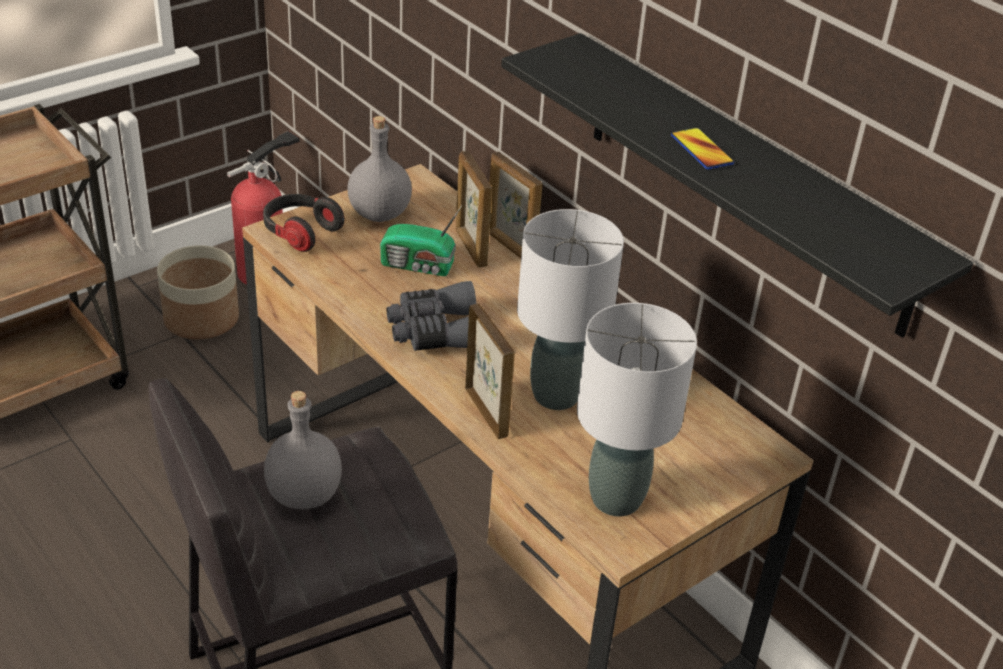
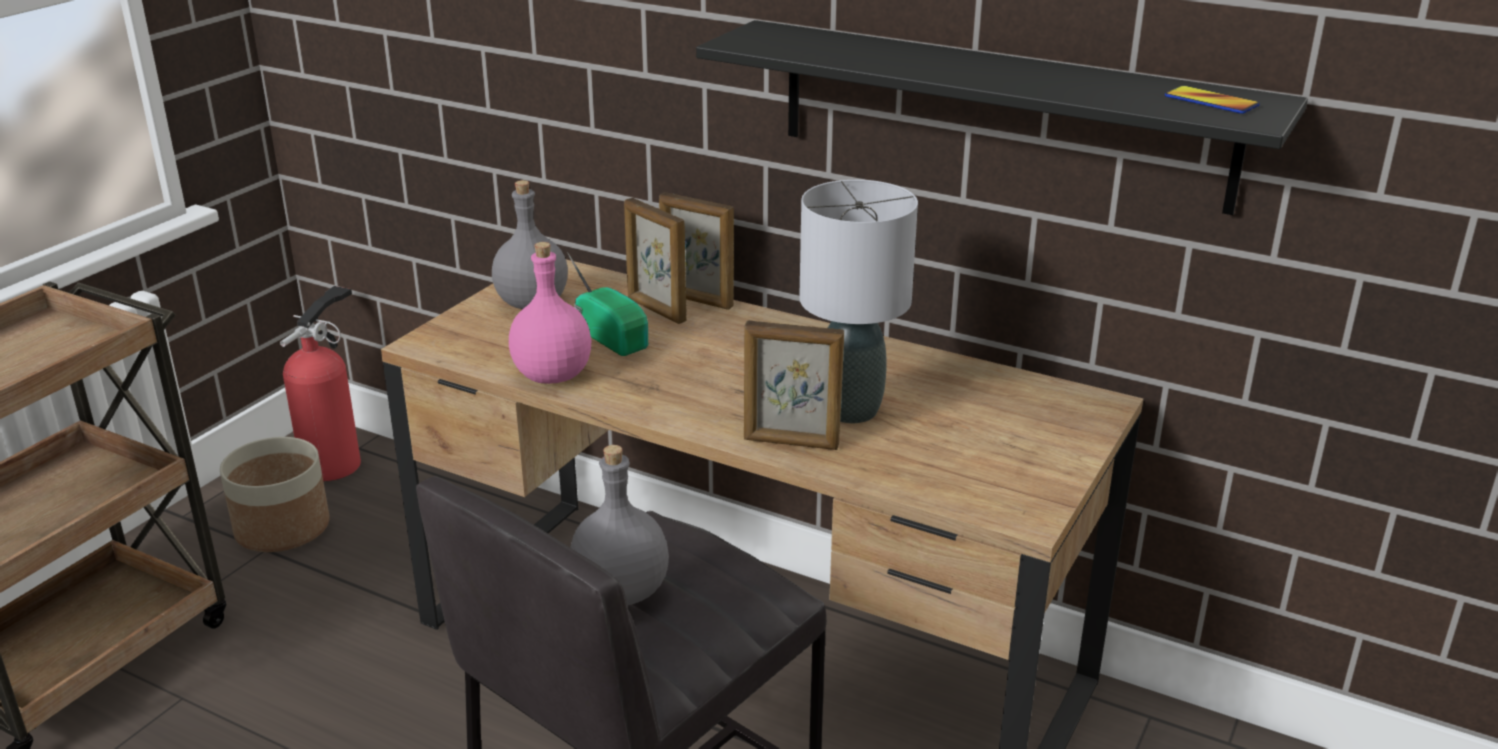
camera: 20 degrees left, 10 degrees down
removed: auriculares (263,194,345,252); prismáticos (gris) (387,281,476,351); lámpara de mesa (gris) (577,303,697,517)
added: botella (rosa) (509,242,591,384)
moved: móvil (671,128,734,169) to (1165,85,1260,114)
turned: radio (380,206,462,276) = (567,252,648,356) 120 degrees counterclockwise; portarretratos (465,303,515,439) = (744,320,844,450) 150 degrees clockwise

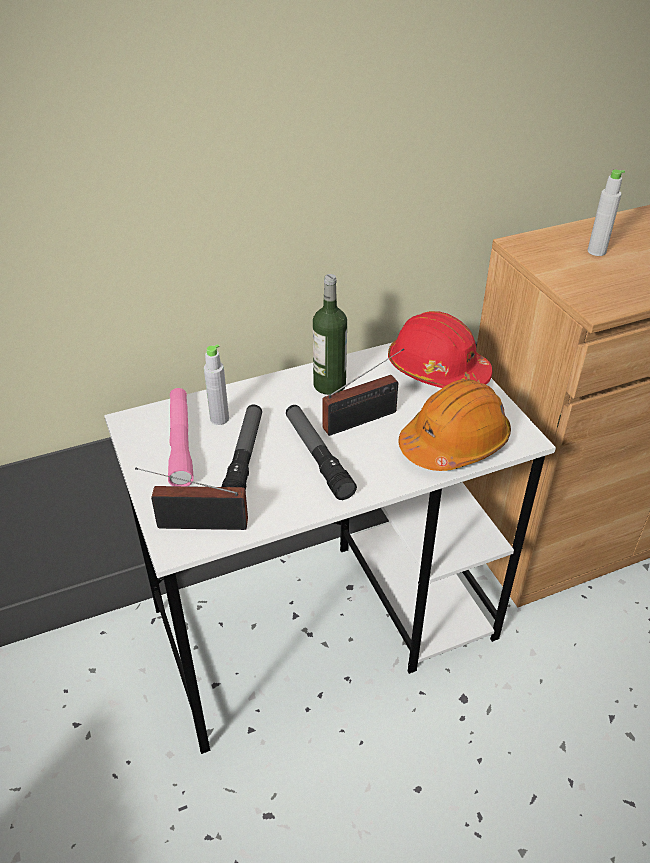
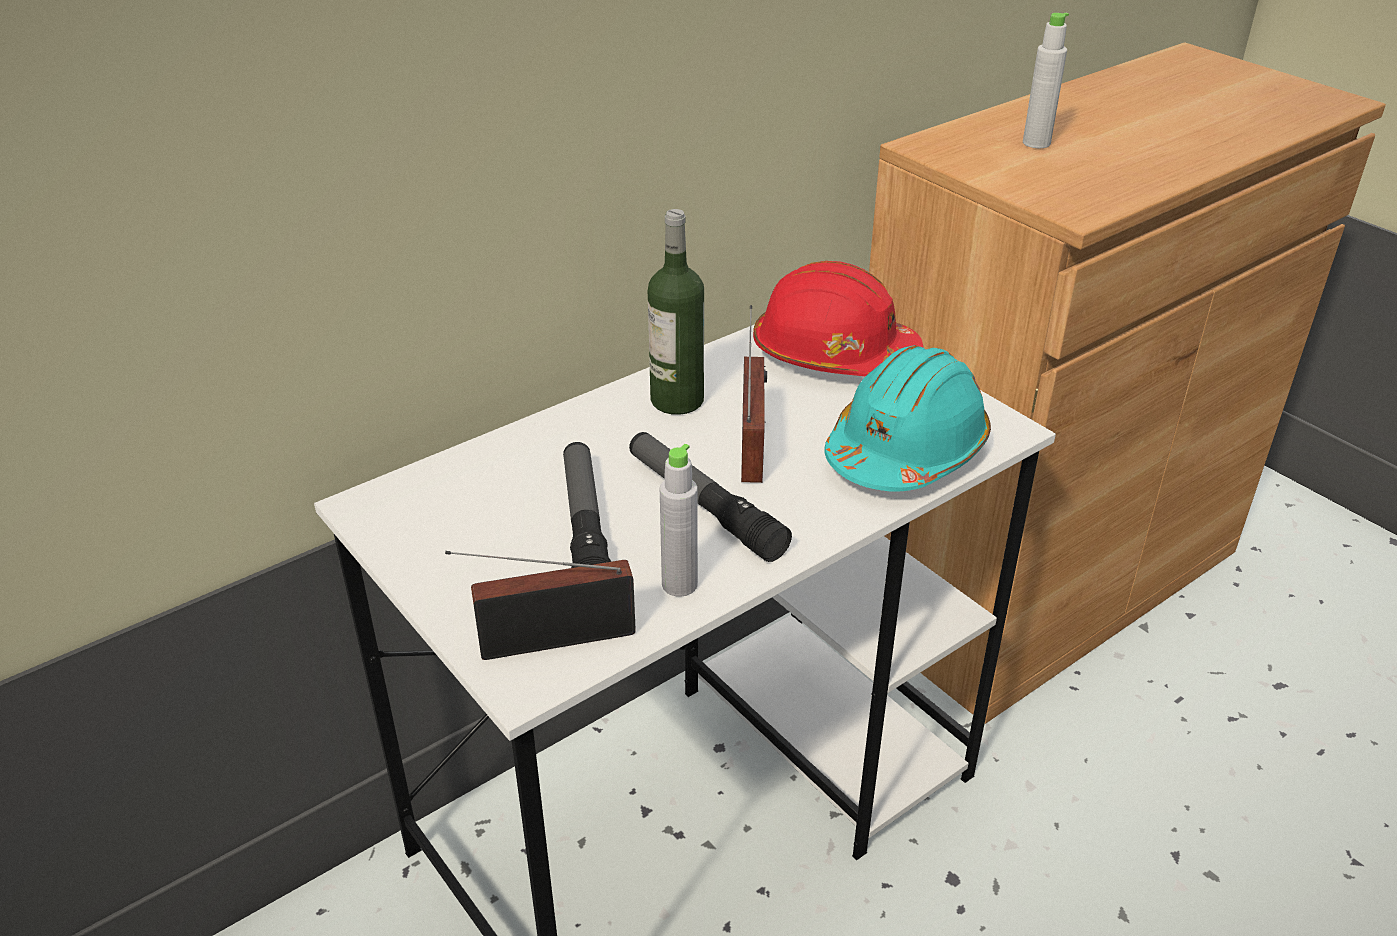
camera: 15 degrees left, 5 degrees down
removed: linterna (rosa) (168,388,194,486)
moved: botella (gris) (204,344,229,425) to (660,444,698,597)
recoloured: casco (naranja) (399,379,511,471) to casco (turquesa) (824,345,991,492)
turned: radio (322,349,404,436) = (741,305,767,483) 45 degrees counterclockwise

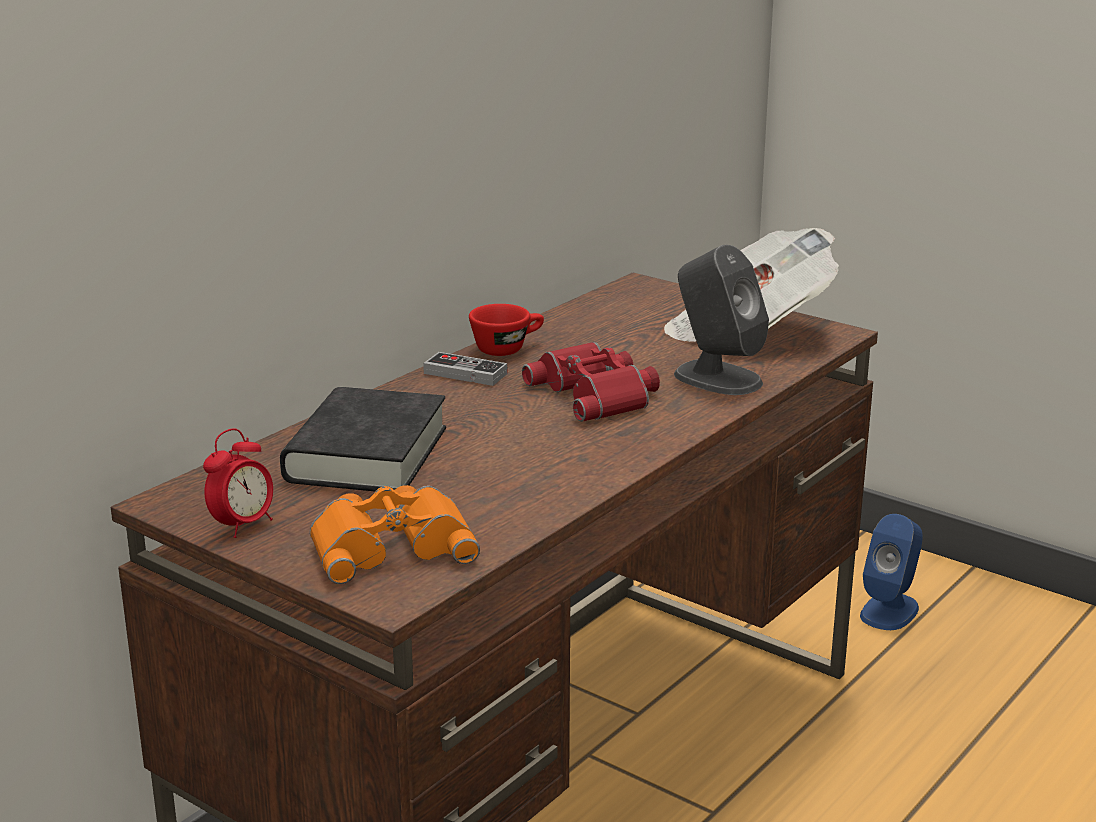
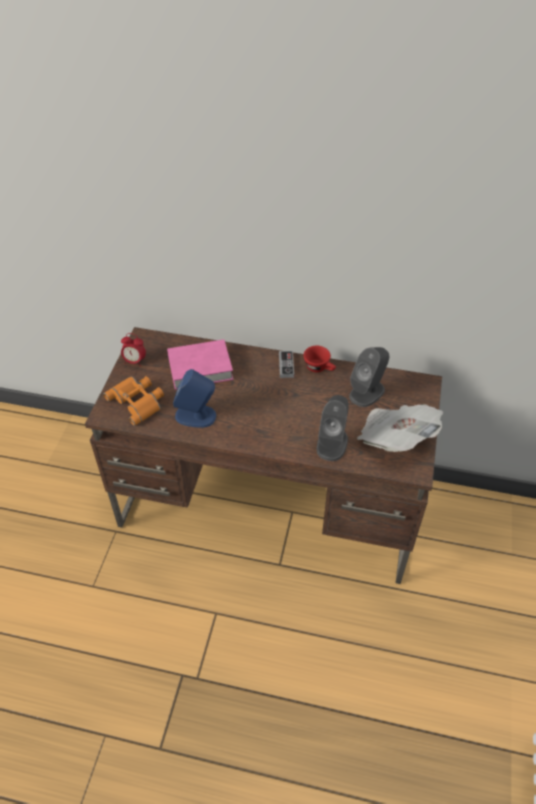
camera: 65 degrees right, 25 degrees up
removed: prismáticos (rojo) (522,342,660,422)
added: altavoz (gris) (349,347,389,407)
moved: altavoz (azul) (860,514,923,630) to (173,369,216,428)
recoloured: libro (negro) (280,387,446,491) to libro (rosa) (167,339,233,390)

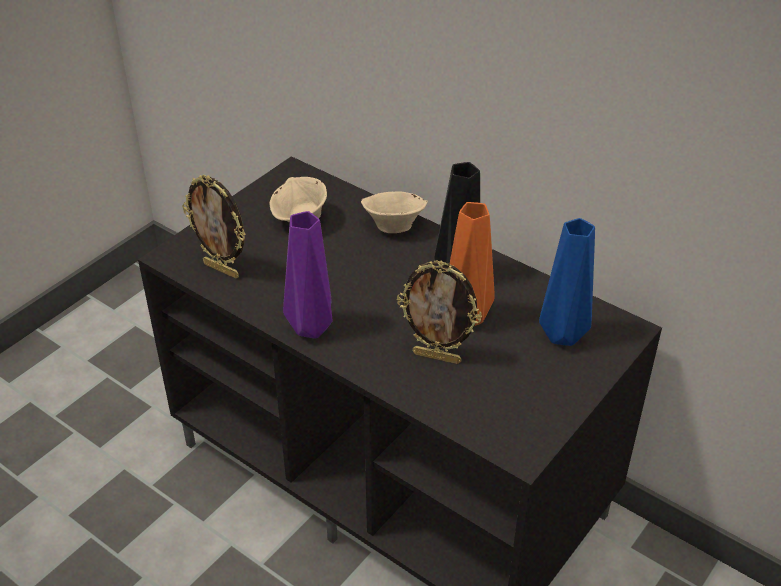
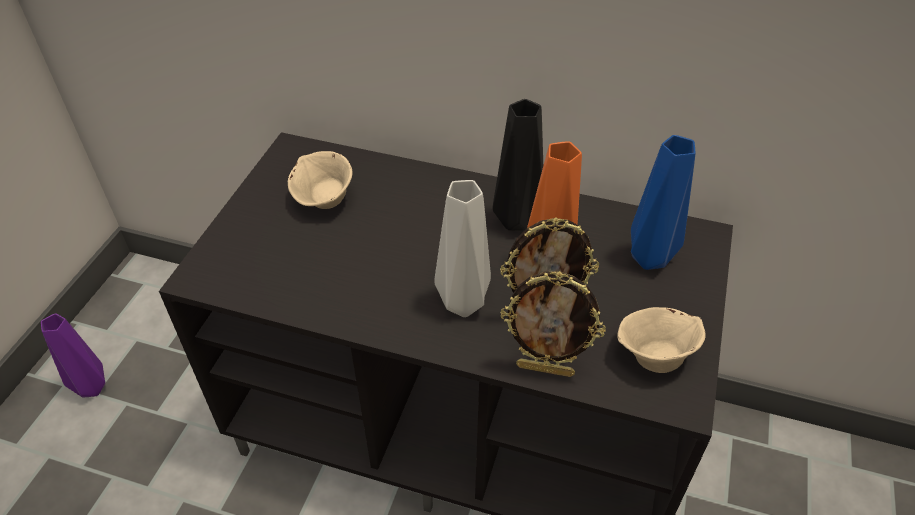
camera: 20 degrees left, 5 degrees up
added: florero (gris) (434,180,491,317)
moved: portarretratos (182,175,246,279) to (501,271,606,377); cuenco (beis) (361,192,428,233) to (617,307,705,373); florero (morado) (283,211,332,339) to (41,313,105,398)

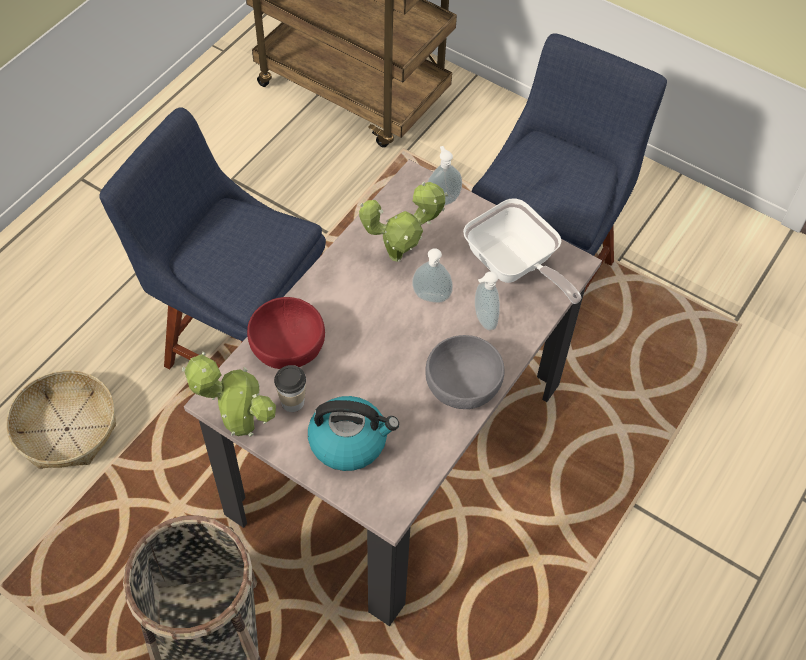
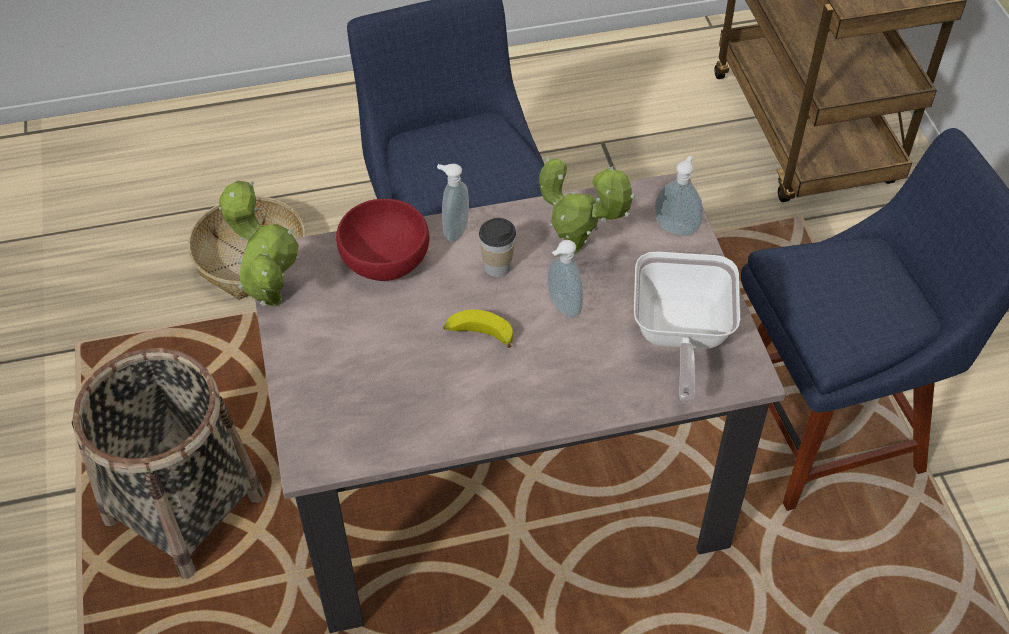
camera: 45 degrees right, 5 degrees down
removed: cuenco (gris) (425,335,504,409); hervidor (308,396,399,471)
added: plátano (443,309,513,348)
moved: dispensador de jabón (475,271,500,330) to (437,164,469,242); taza (274,365,306,412) to (479,218,516,277)

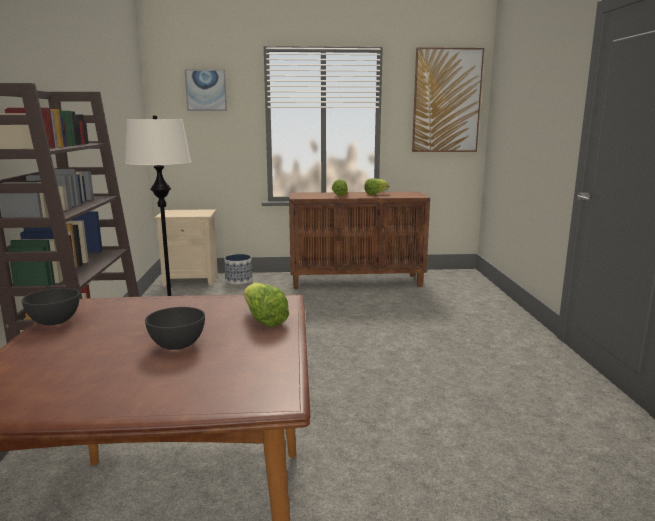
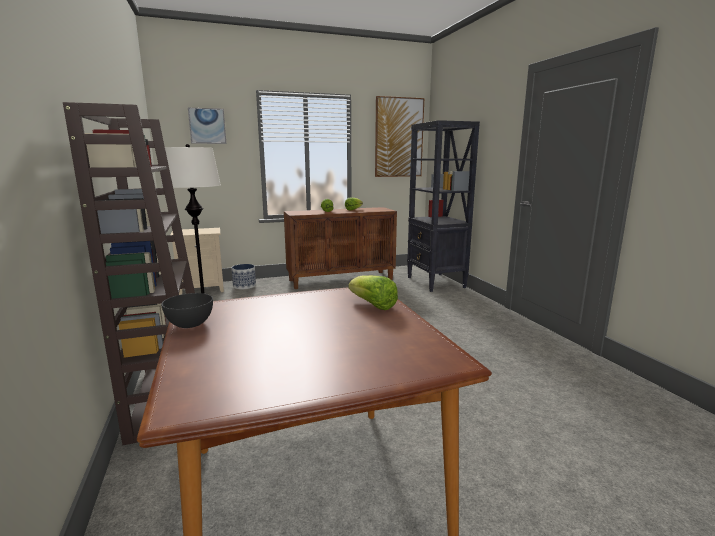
camera: 15 degrees left, 0 degrees up
removed: cuenco (gris) (145,307,205,350)
added: estantería (negro) (407,120,480,292)

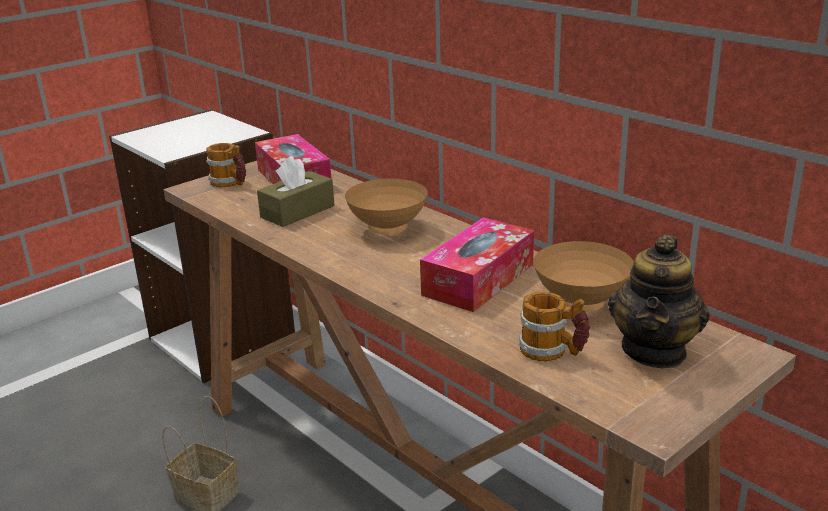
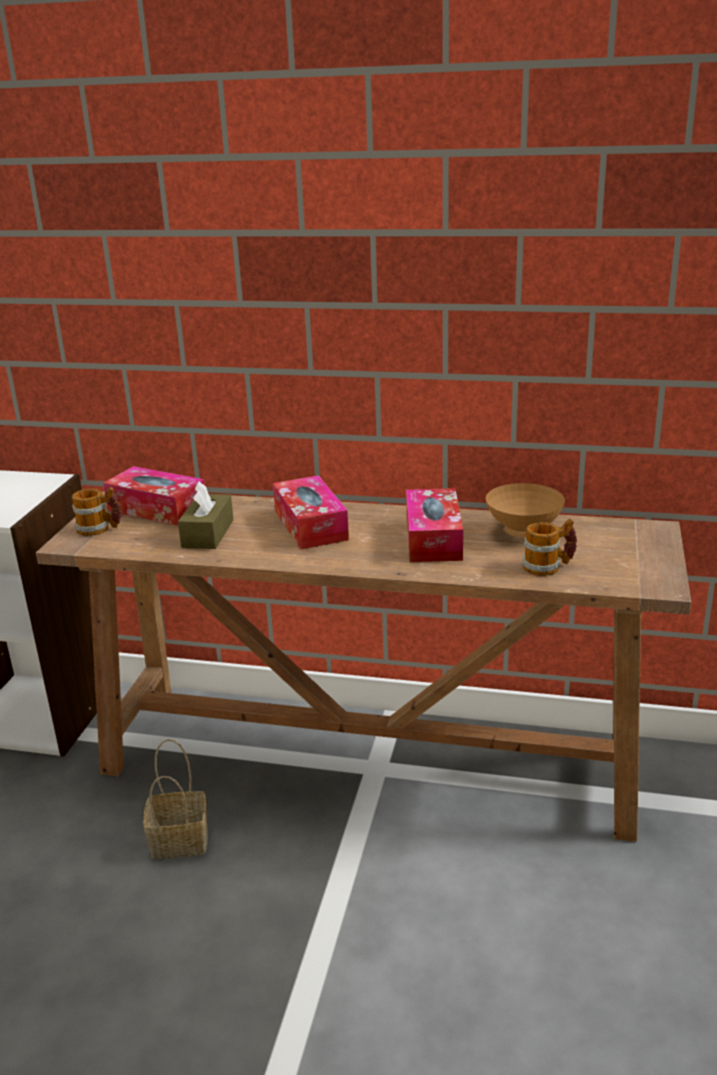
camera: 35 degrees left, 0 degrees up
removed: tetera (608,234,710,368)
replaced: cuenco (marrón) (345,179,428,235) to caja de pañuelos (273,475,349,549)

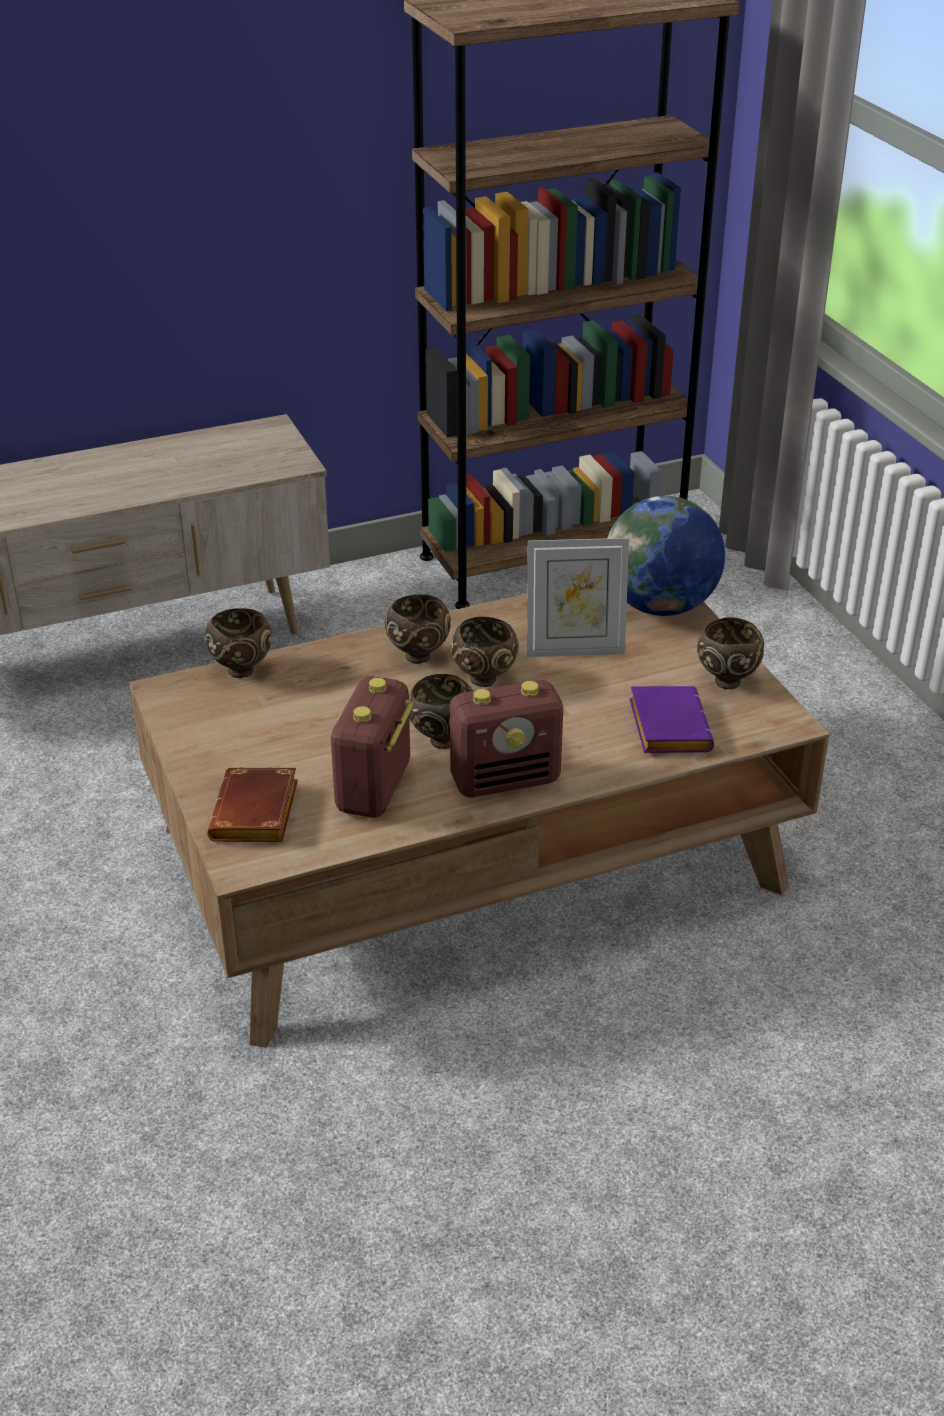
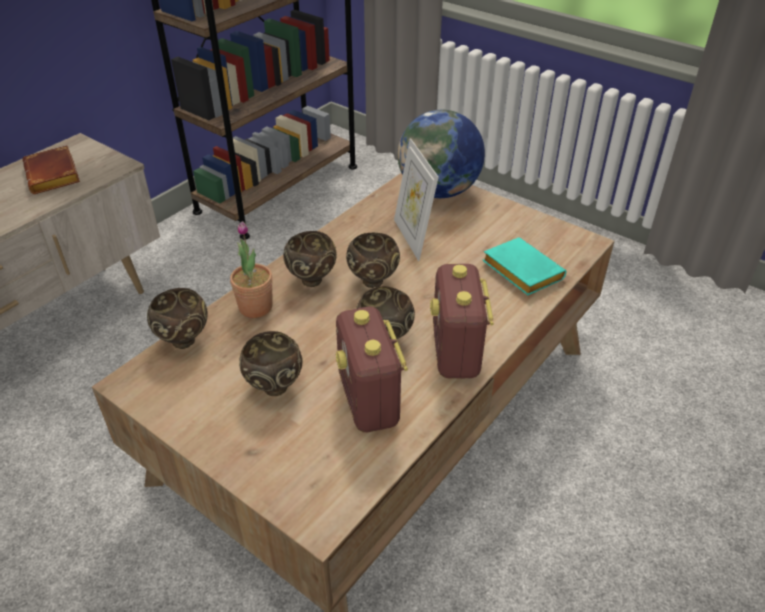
camera: 30 degrees left, 5 degrees up
added: planta en maceta (230,221,273,318)
moved: cuenco (marrón) (697,617,764,689) to (239,331,302,396); libro (marrón) (207,768,298,842) to (22,145,80,194)
recoloured: libro (morado) (629,686,714,753) to libro (turquesa) (482,237,566,295)
turned: portarretratos (527,538,629,657) = (394,138,439,261) 105 degrees clockwise; radio (450,680,563,797) = (430,264,494,379) 135 degrees clockwise

